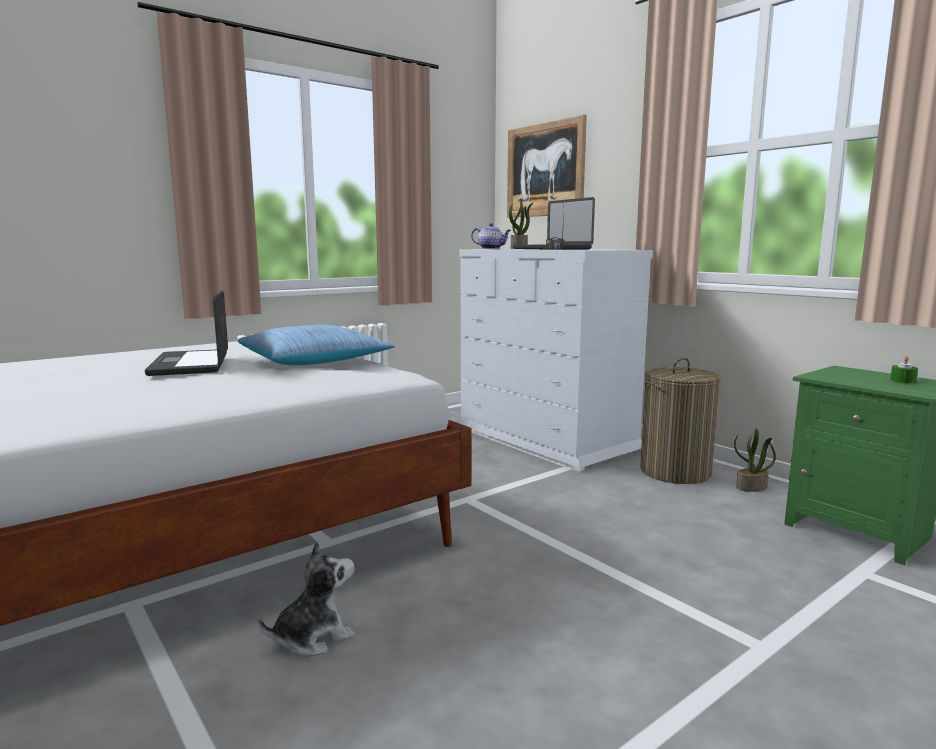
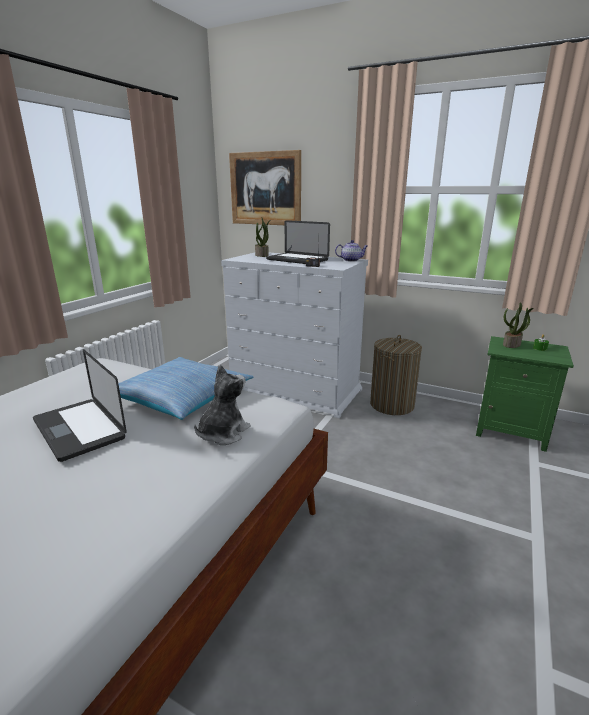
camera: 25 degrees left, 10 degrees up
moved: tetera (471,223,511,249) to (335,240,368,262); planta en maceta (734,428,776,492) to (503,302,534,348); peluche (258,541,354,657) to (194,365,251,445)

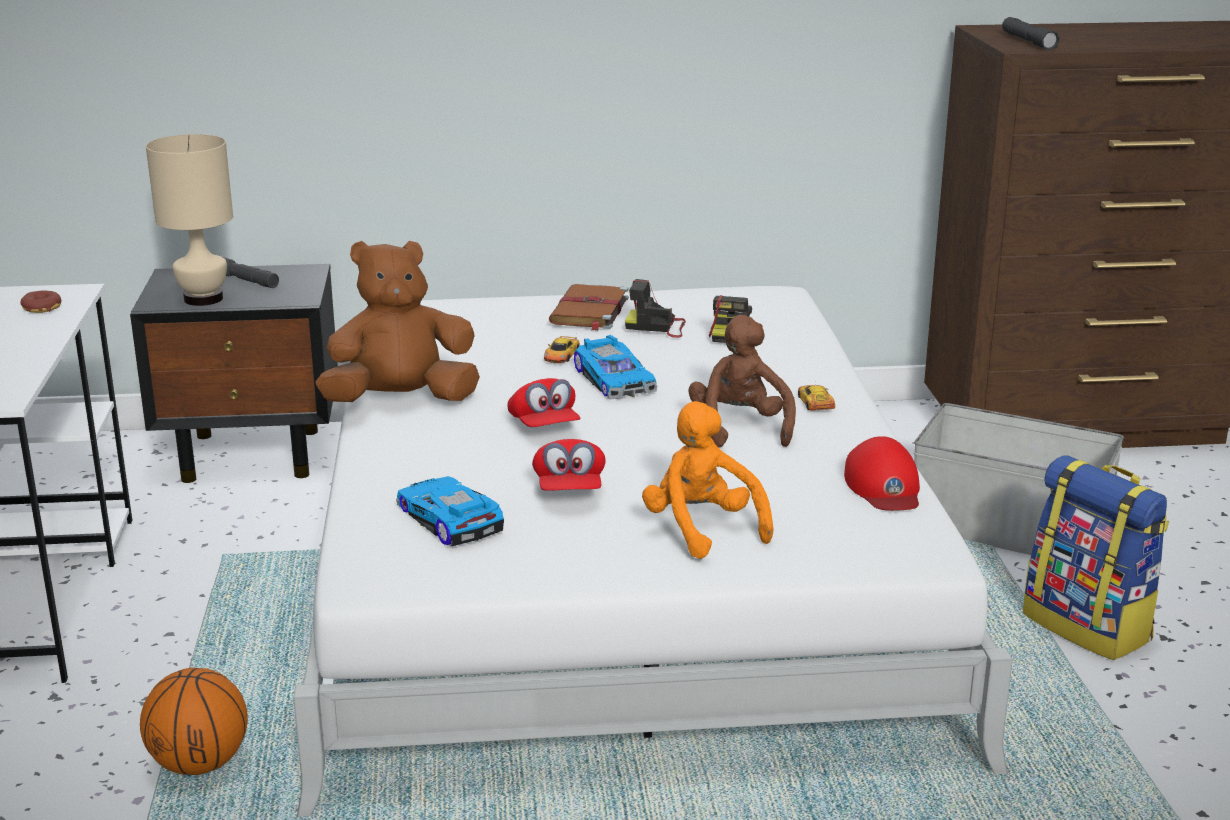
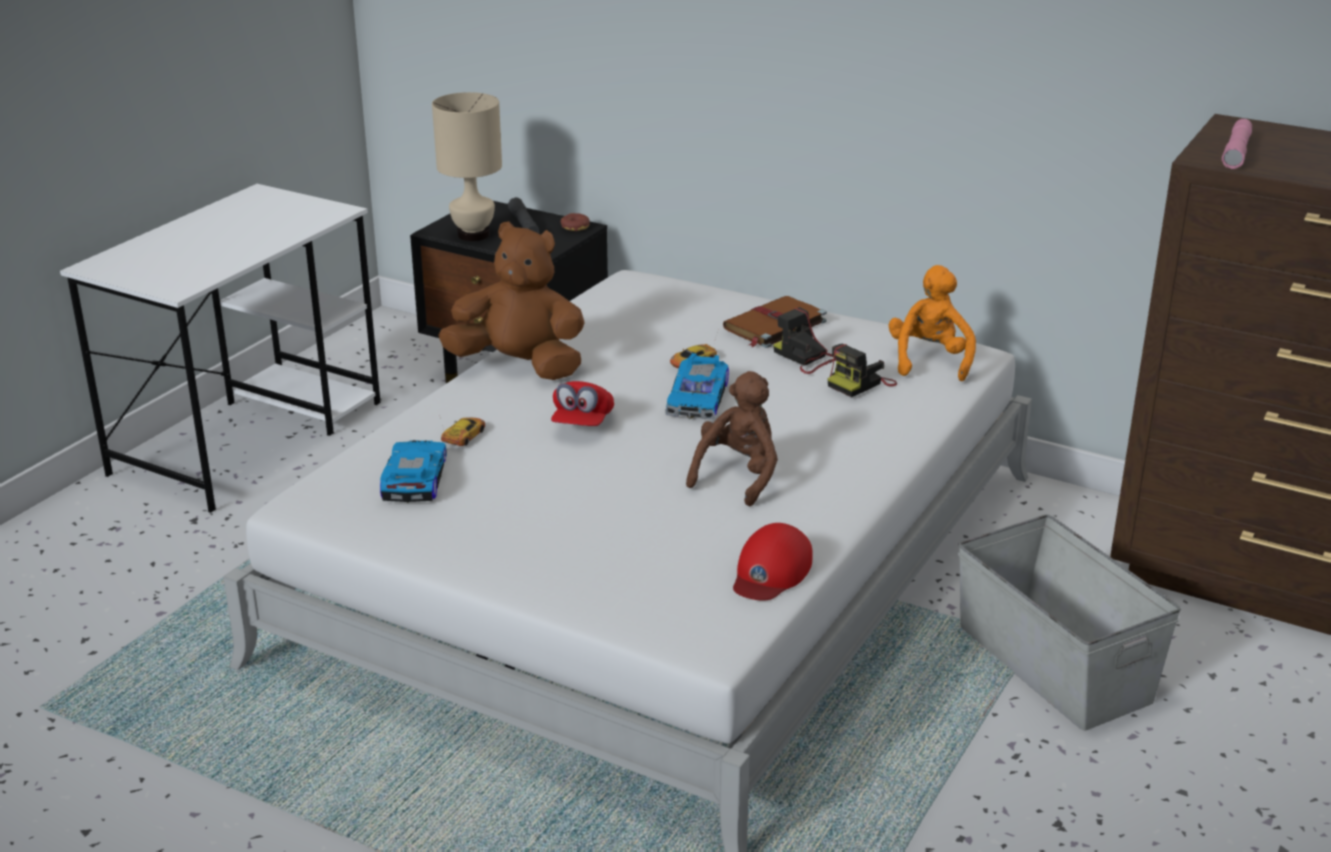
camera: 35 degrees right, 5 degrees up
removed: gorra (rojo) (532,439,606,491); mochila (1023,456,1169,660); balón de baloncesto (140,668,248,775)
moved: rosquilla (20,290,62,313) to (561,213,590,231); coche de juguete (798,385,835,410) to (439,415,485,446); peluche (naranja) (642,401,773,559) to (889,265,976,381)
recoloured: linterna (gris) (1002,17,1060,50) to linterna (rosa) (1222,119,1252,169)

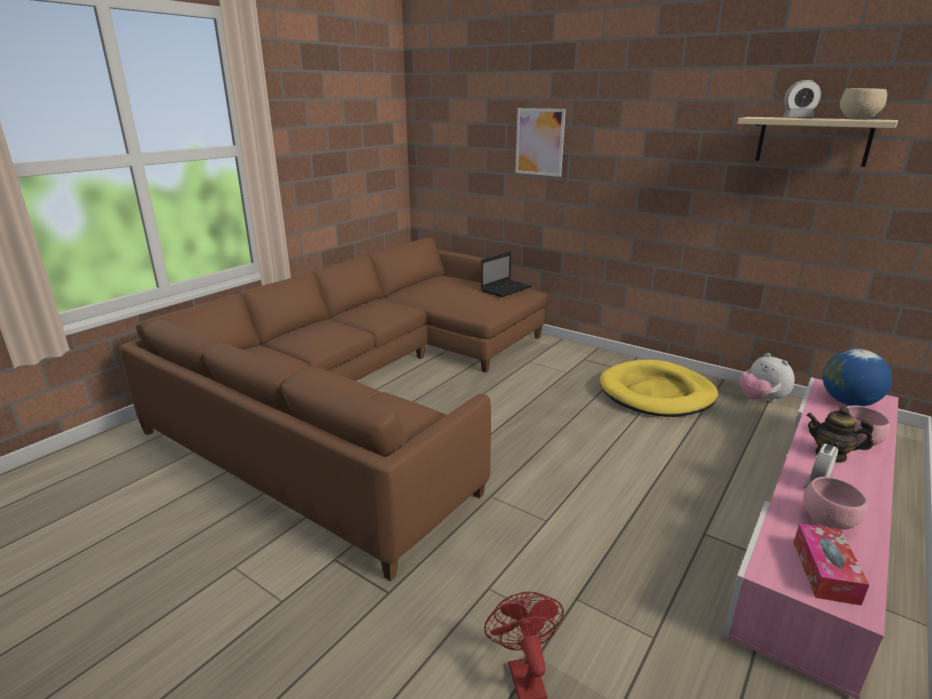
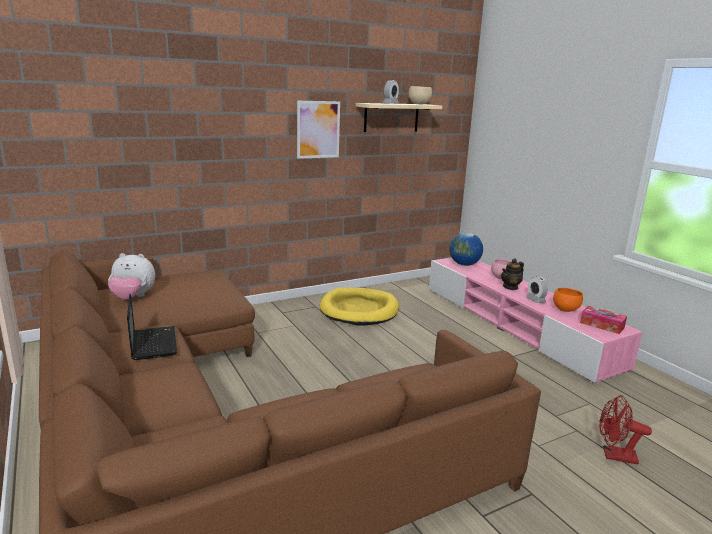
camera: 65 degrees left, 5 degrees down
moved: cuadro (515,108,566,177) to (297,101,340,159); portátil (481,252,532,297) to (127,294,177,360); peluche (740,353,795,402) to (108,253,155,299)
recoloured: cuenco (rosa) (803,477,867,530) to cuenco (naranja) (553,288,583,312)

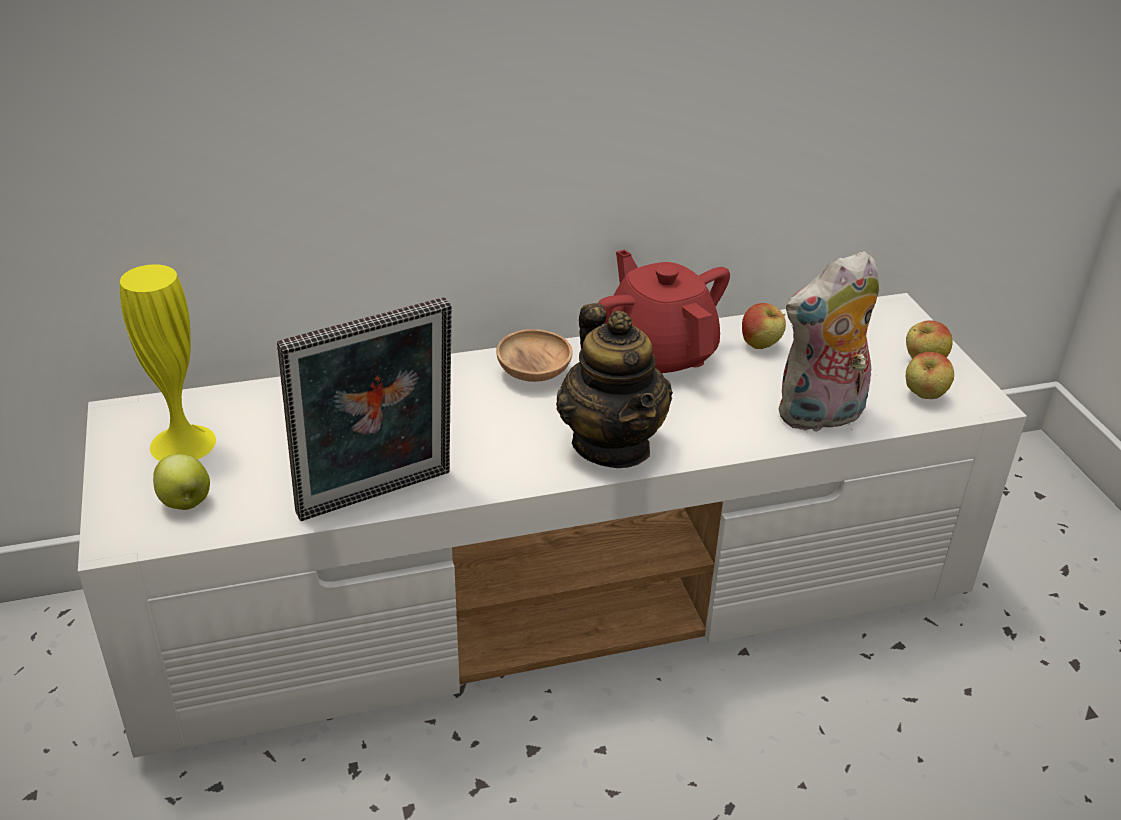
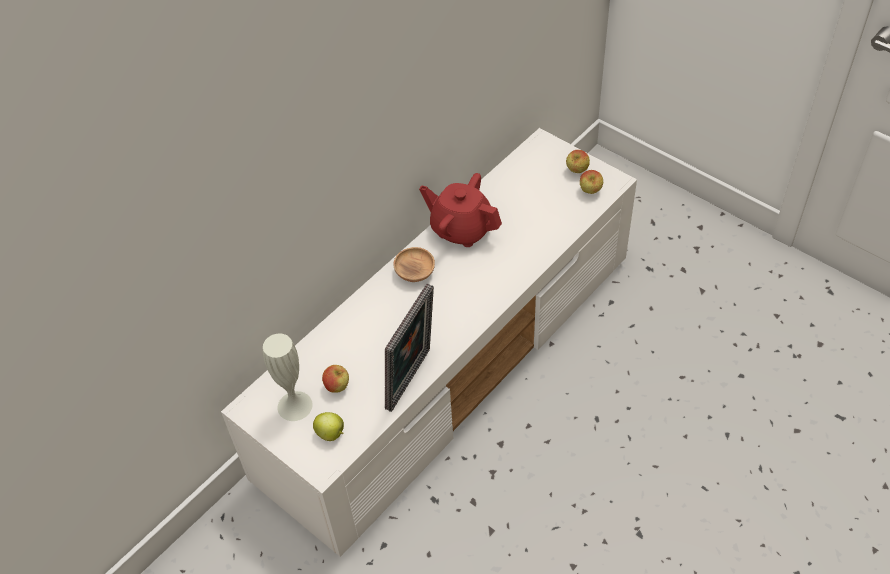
camera: 30 degrees left, 15 degrees up
removed: peluche (779,251,879,433); tetera (556,303,673,468)
moved: manzana (742,303,786,349) to (322,365,349,393)
recoloured: florero (amarillo) (120,264,216,461) to florero (blanco) (263,333,313,421)

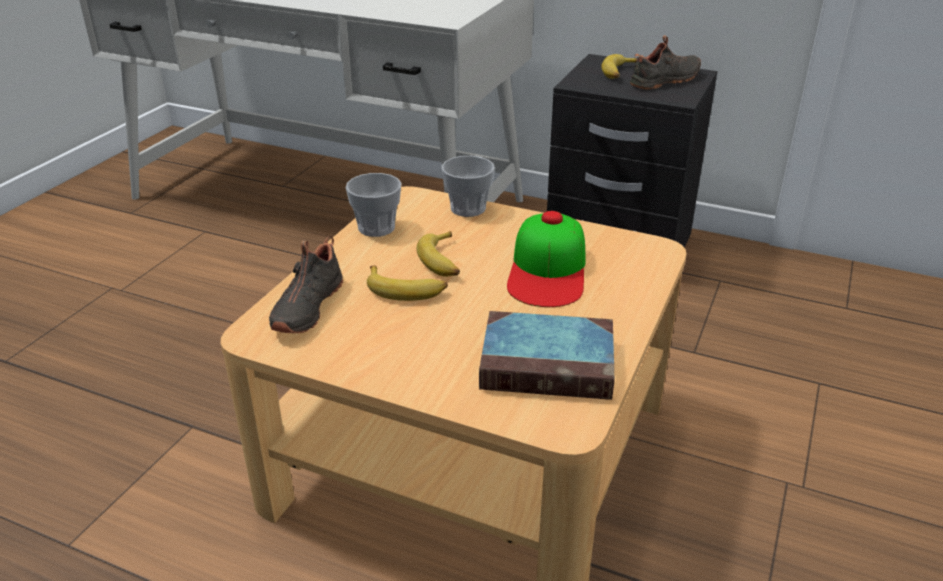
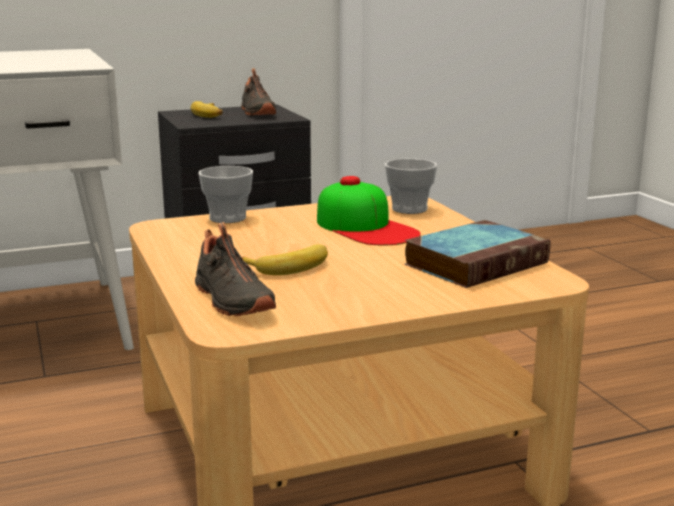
camera: 45 degrees left, 15 degrees down
removed: plátano (416,231,460,277)
moved: taza (346,173,402,237) to (385,159,437,214)
turned: zapato (negro) (630,35,701,89) = (241,68,276,115) 150 degrees clockwise

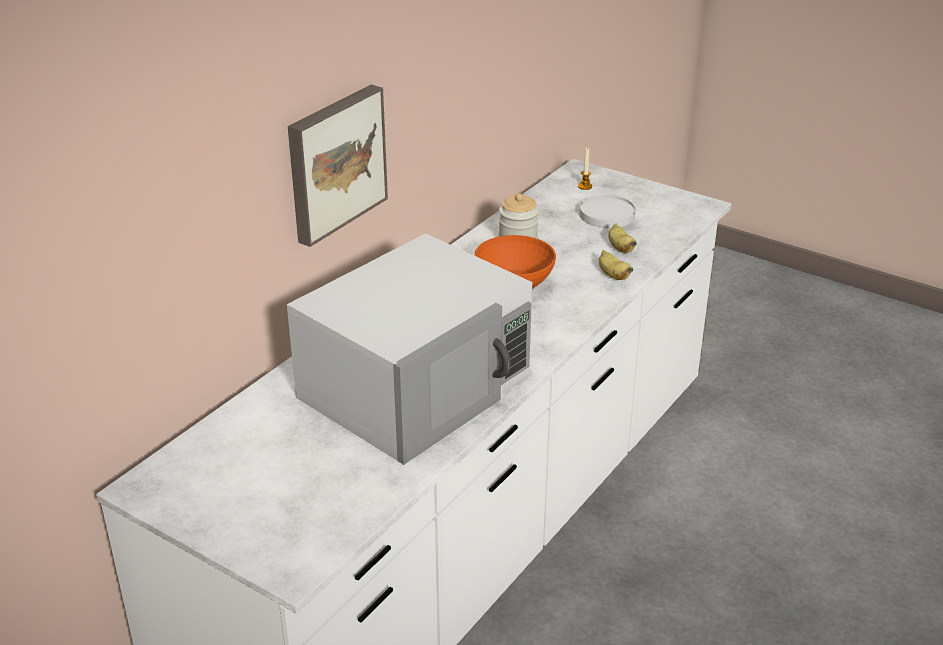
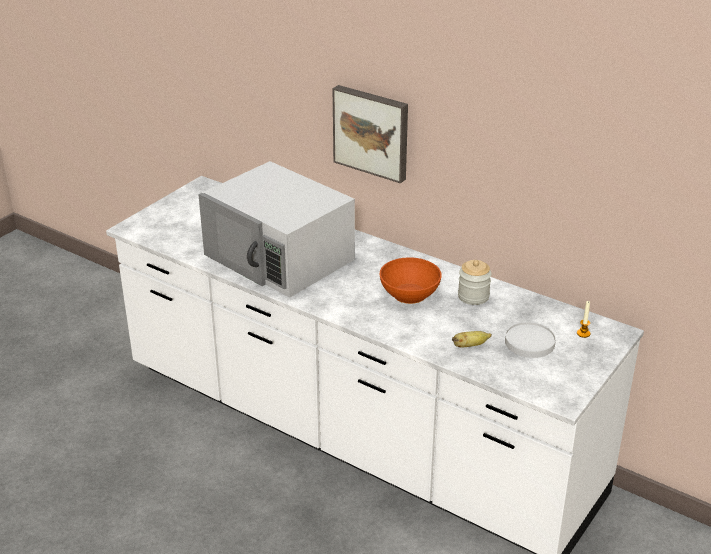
camera: 90 degrees right, 0 degrees up
removed: plátano (599,250,633,280)

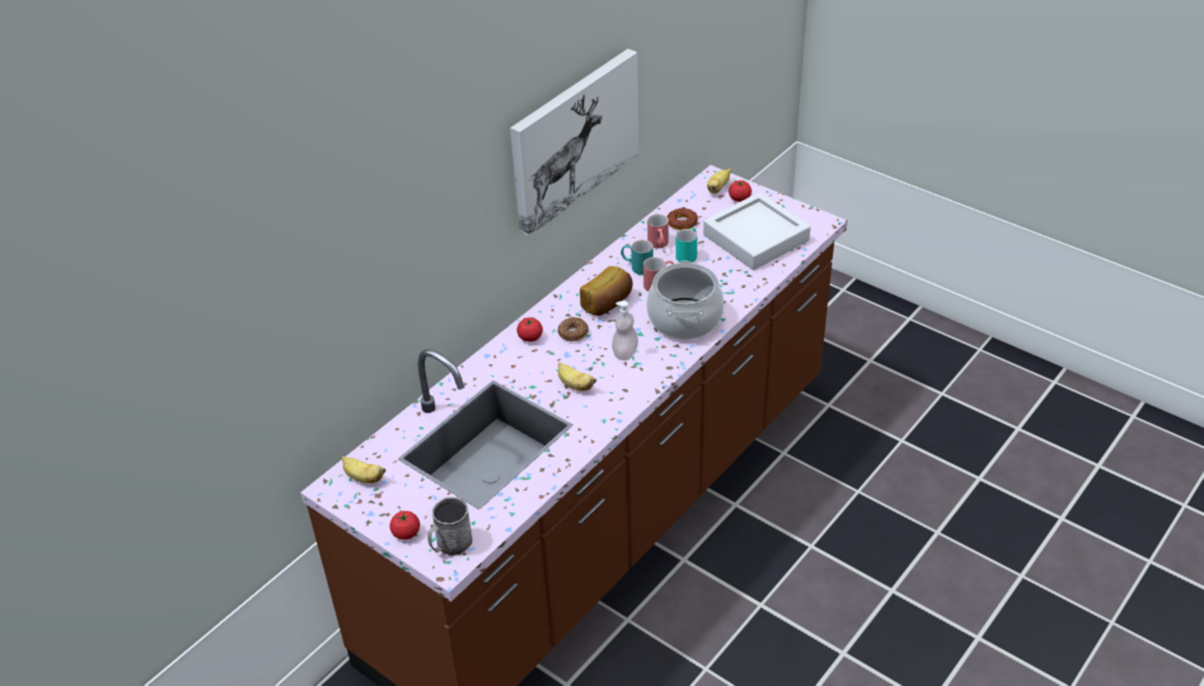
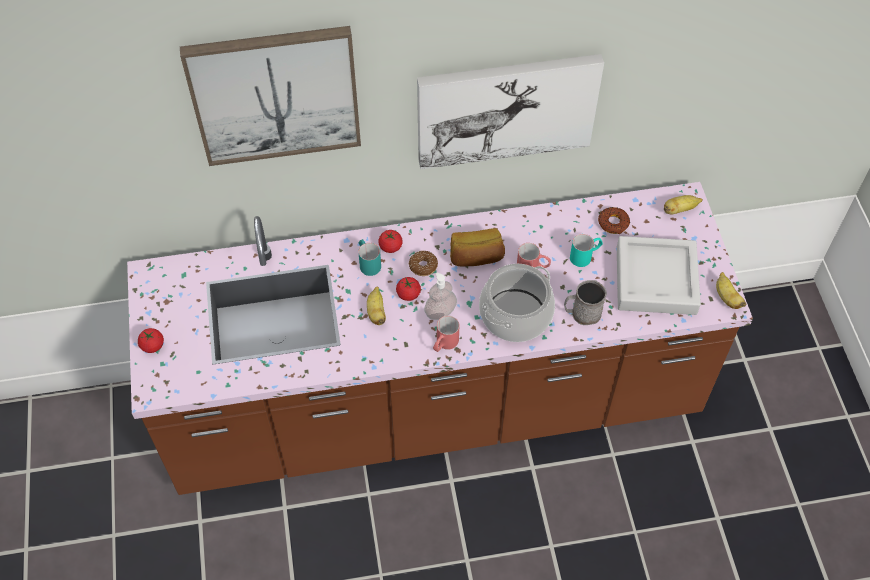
camera: 40 degrees right, 15 degrees up
added: cuadro (180,26,361,166)
moved: tomate (729,180,752,202) to (396,277,421,301); taza grande (rojo) (647,214,669,248) to (433,316,459,352); taza grande (turquesa) (621,240,653,275) to (358,239,381,276); plátano (342,456,386,483) to (716,272,747,309); taza grande (gris) (428,497,472,556) to (564,280,607,325)

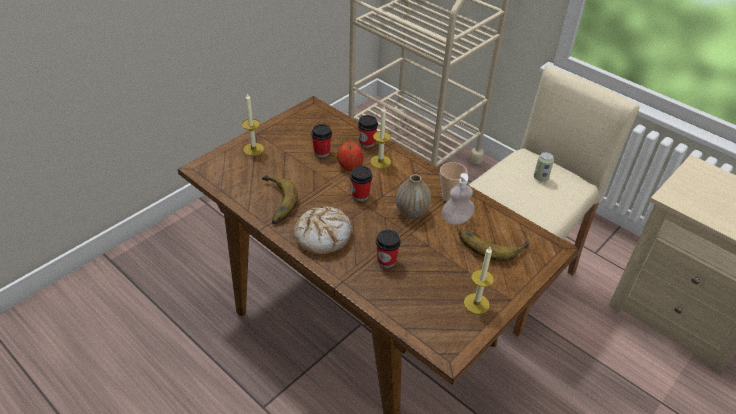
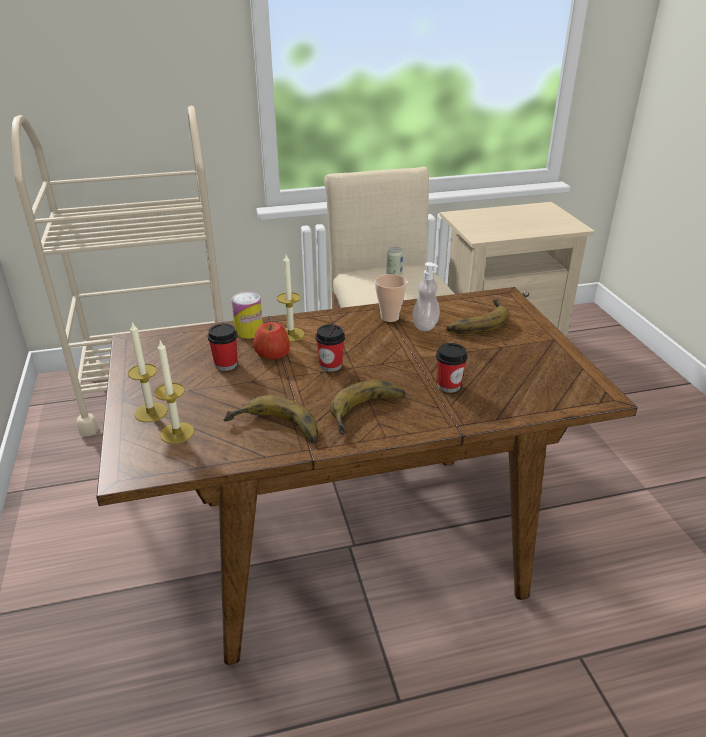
camera: 55 degrees left, 10 degrees down
removed: florero (396,174,431,219)
moved: vela (464,247,494,314) to (154,341,194,444)
replaced: taza (358,115,378,148) to lata (232,292,263,339); pan (294,206,351,255) to plátano (330,380,405,435)

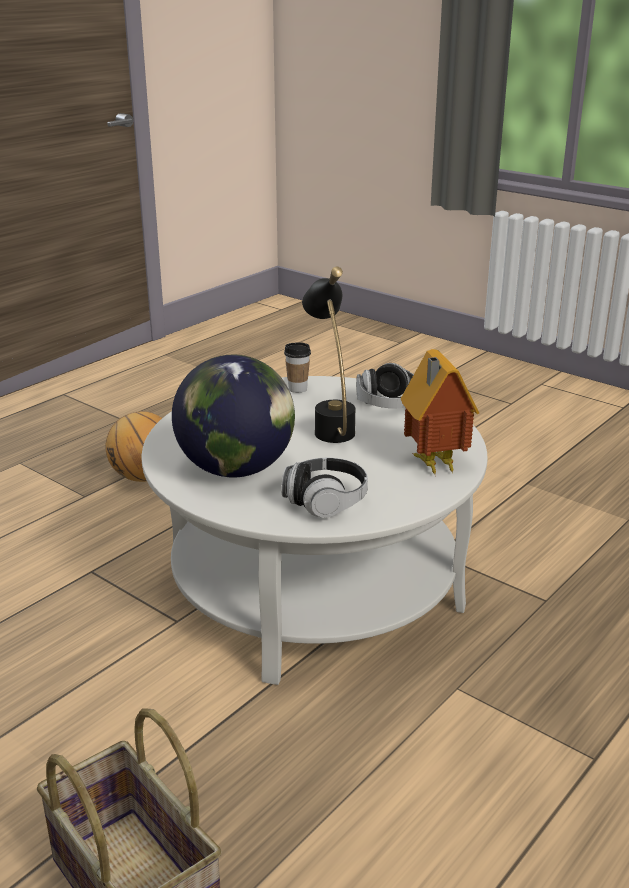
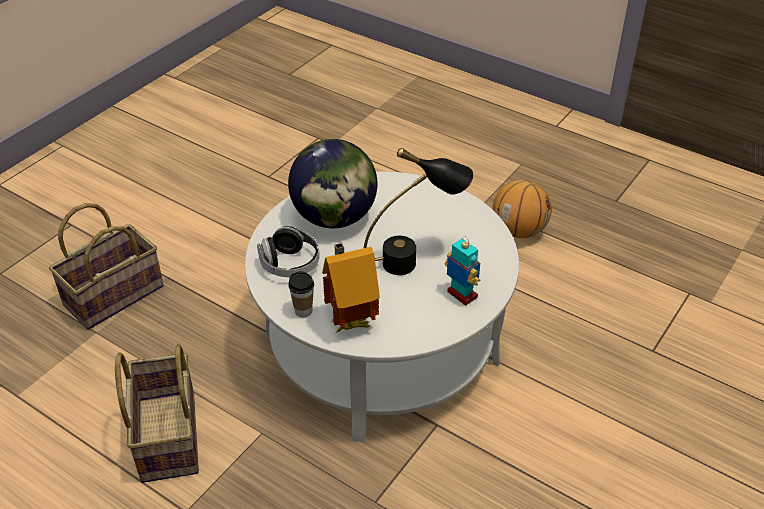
camera: 85 degrees right, 15 degrees up
added: cesta (115,344,199,483)
moved: taza (284,342,311,393) to (288,271,314,318)
replaced: auriculares (356,363,414,408) to robot de juguete (445,236,480,306)

